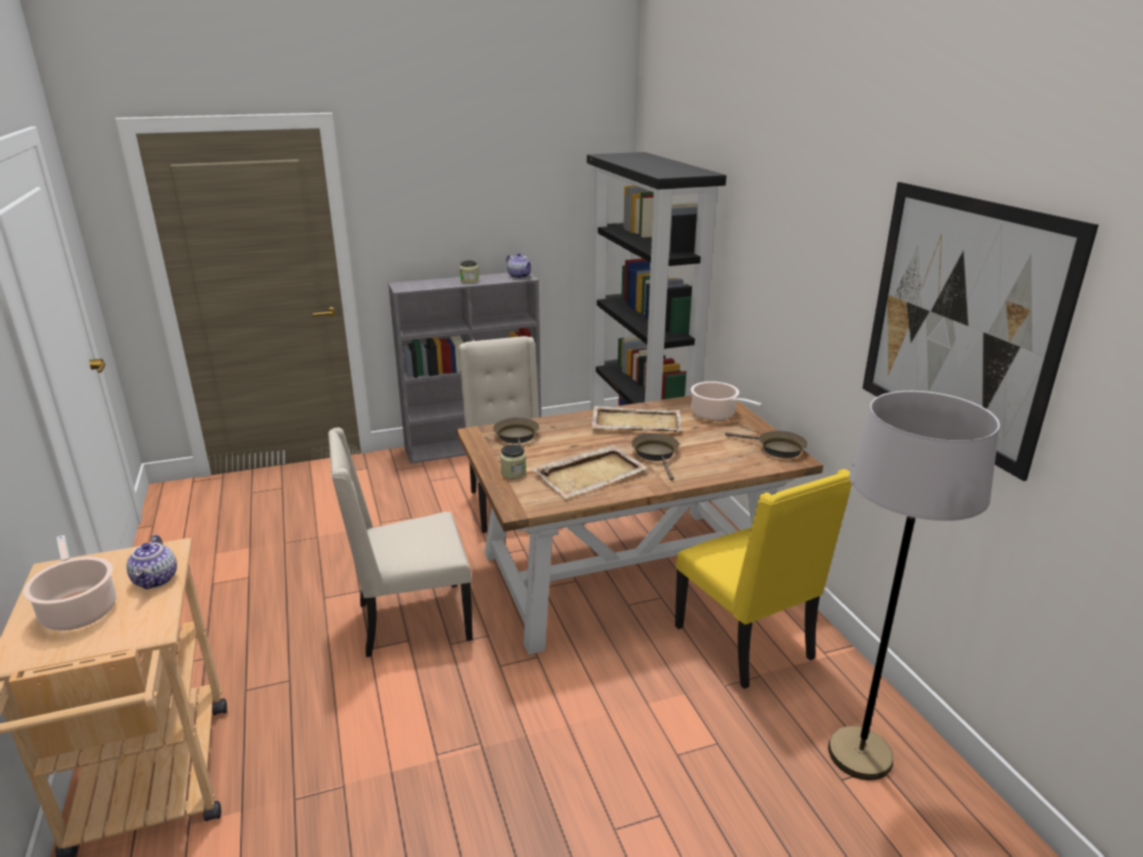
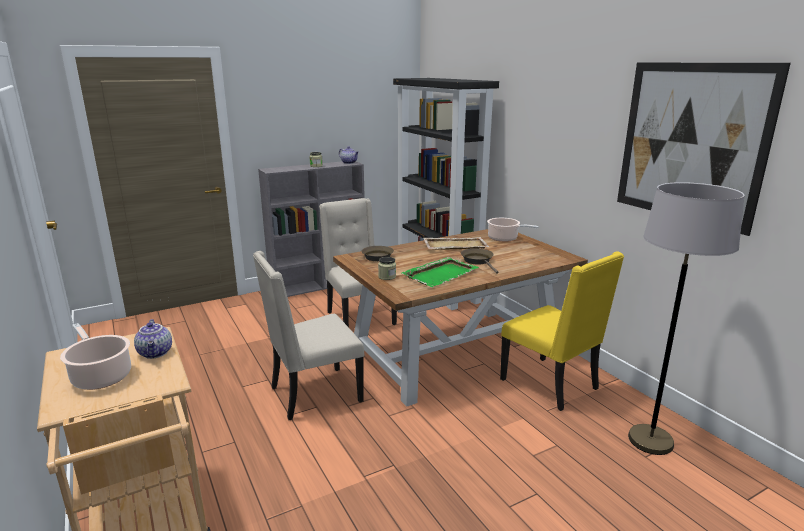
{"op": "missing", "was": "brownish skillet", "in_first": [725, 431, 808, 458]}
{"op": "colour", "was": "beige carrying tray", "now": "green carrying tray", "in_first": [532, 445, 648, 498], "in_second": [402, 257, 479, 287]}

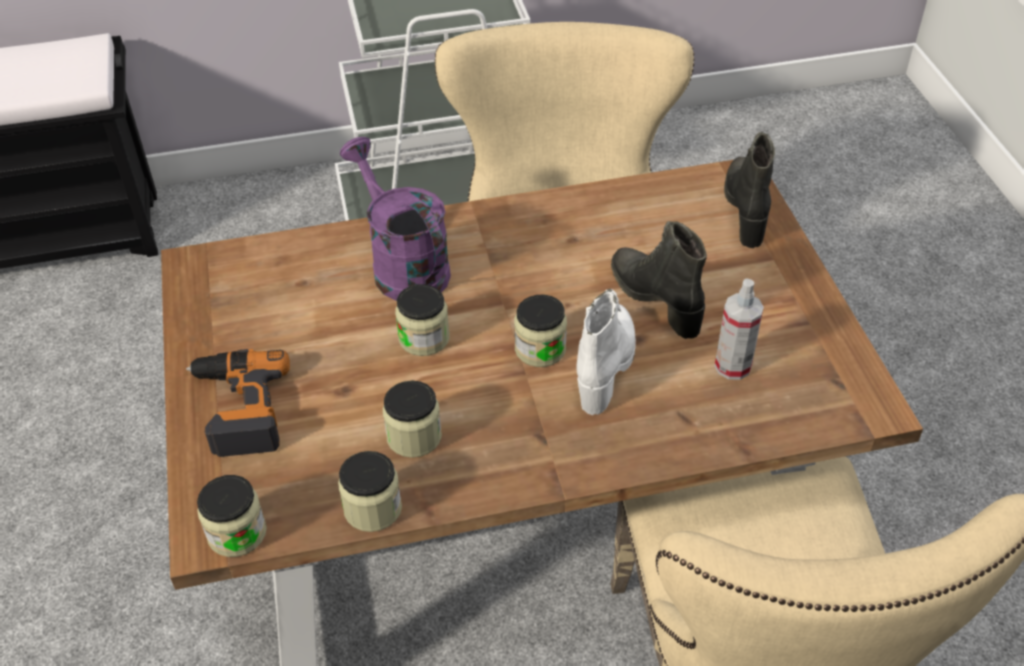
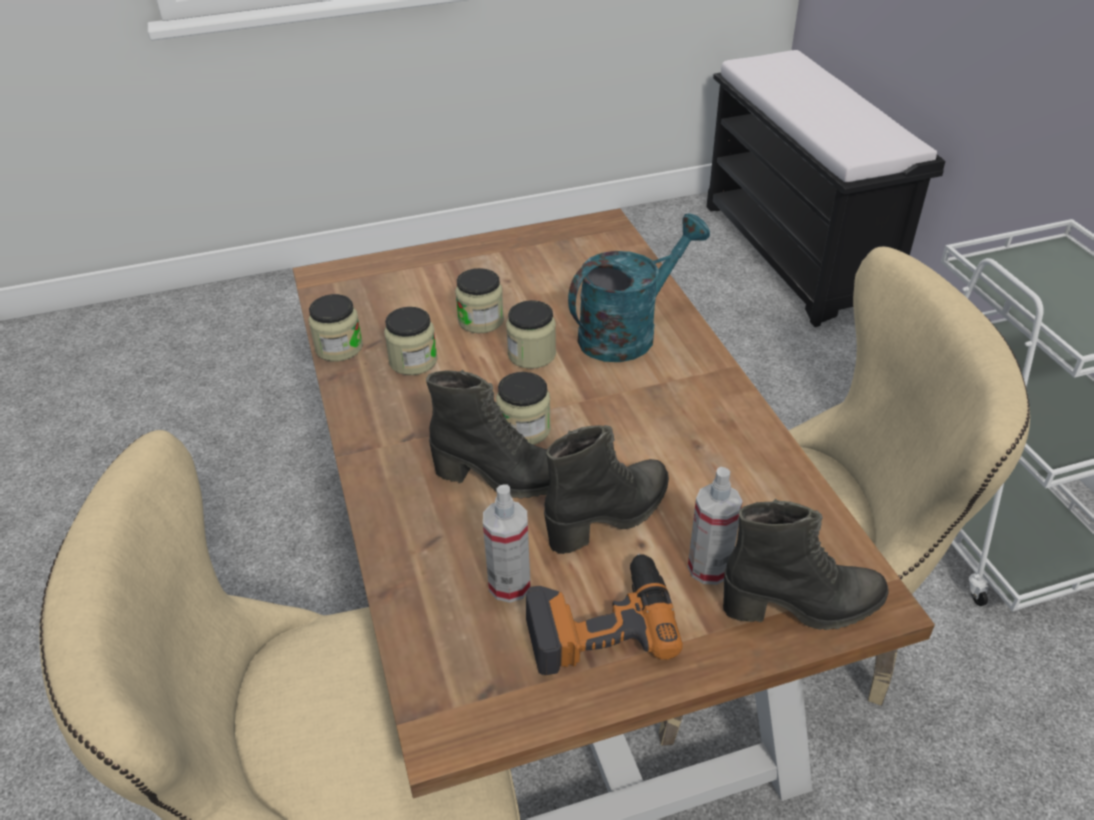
{"op": "appeared", "now": "hand sprayer", "in_second": [688, 467, 742, 585]}
{"op": "relocated", "was": "drill", "in_first": [186, 349, 290, 457], "in_second": [526, 553, 683, 675]}
{"op": "relocated", "was": "storage jar", "in_first": [197, 475, 267, 557], "in_second": [455, 268, 504, 333]}
{"op": "colour", "was": "purple-coloured watering pot", "now": "turquoise watering pot", "in_first": [340, 137, 451, 301], "in_second": [568, 213, 710, 362]}
{"op": "colour", "was": "whitish boot", "now": "black boot", "in_first": [577, 289, 636, 415], "in_second": [426, 370, 550, 499]}

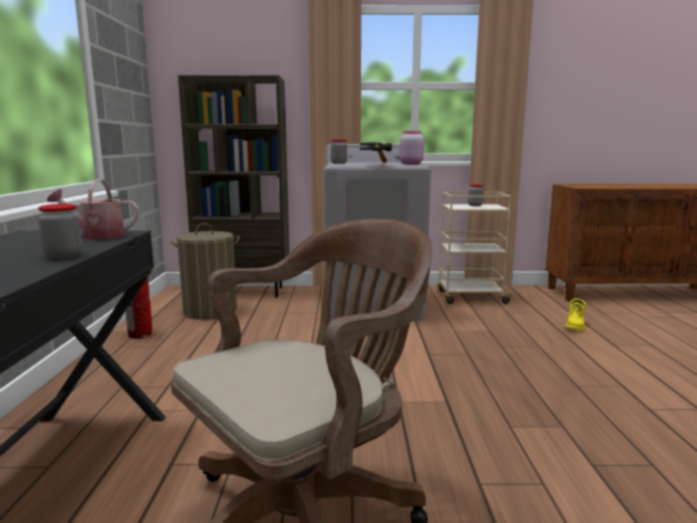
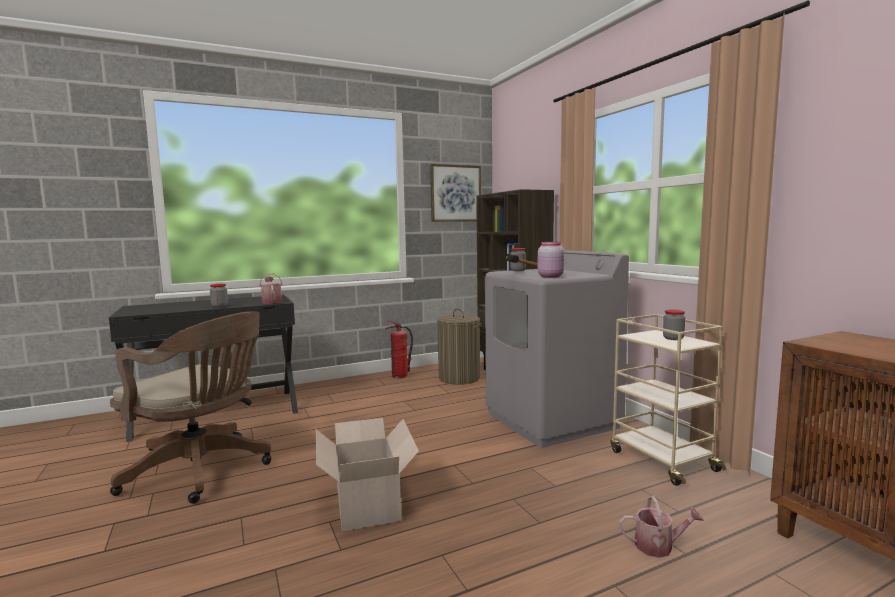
{"op": "appeared", "now": "cardboard box", "in_second": [316, 418, 419, 531]}
{"op": "appeared", "now": "wall picture", "in_second": [430, 164, 481, 222]}
{"op": "exchanged", "was": "yellowish boot", "now": "watering pot", "in_first": [565, 298, 586, 331], "in_second": [619, 496, 704, 558]}

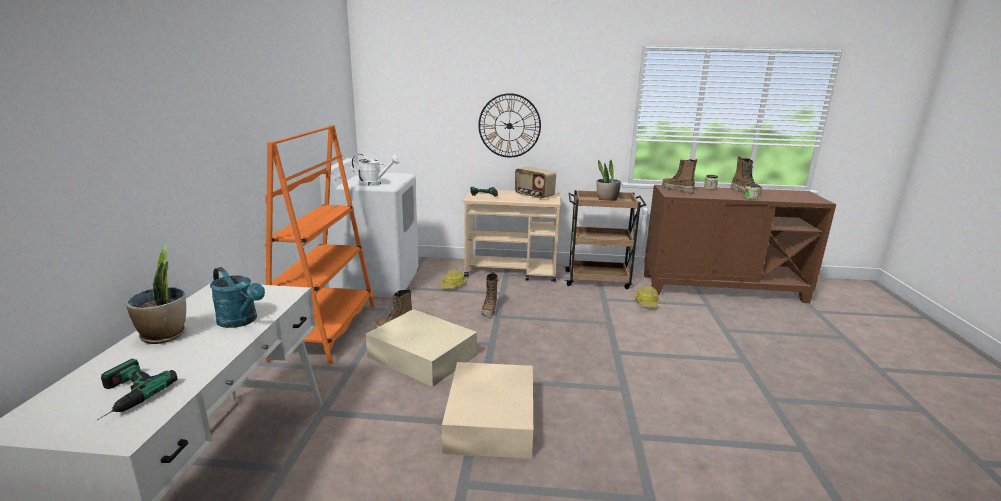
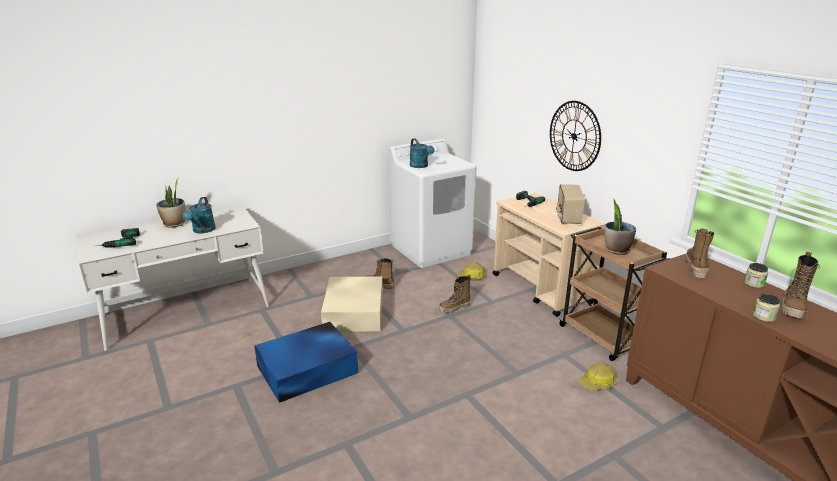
{"op": "missing", "was": "orangey bookcase", "in_first": [265, 125, 375, 364]}
{"op": "colour", "was": "whitish watering pot", "now": "turquoise watering pot", "in_first": [352, 154, 399, 186], "in_second": [410, 139, 434, 168]}
{"op": "colour", "was": "beige storage box", "now": "blue storage box", "in_first": [442, 362, 533, 459], "in_second": [254, 322, 358, 403]}

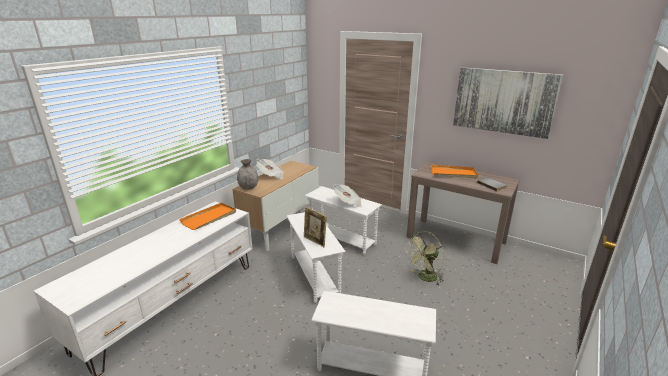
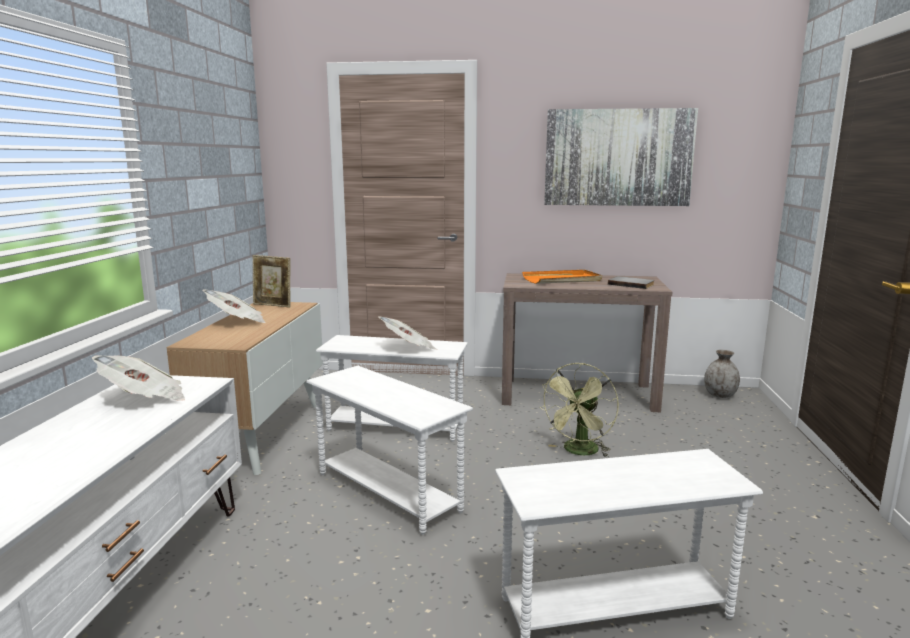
{"op": "relocated", "was": "grey flower vase", "in_first": [237, 159, 258, 190], "in_second": [704, 350, 740, 398]}
{"op": "relocated", "was": "standing frame", "in_first": [304, 207, 327, 247], "in_second": [253, 255, 290, 308]}
{"op": "exchanged", "was": "orangey carrying tray", "now": "printed paper", "in_first": [179, 203, 236, 230], "in_second": [92, 355, 185, 401]}

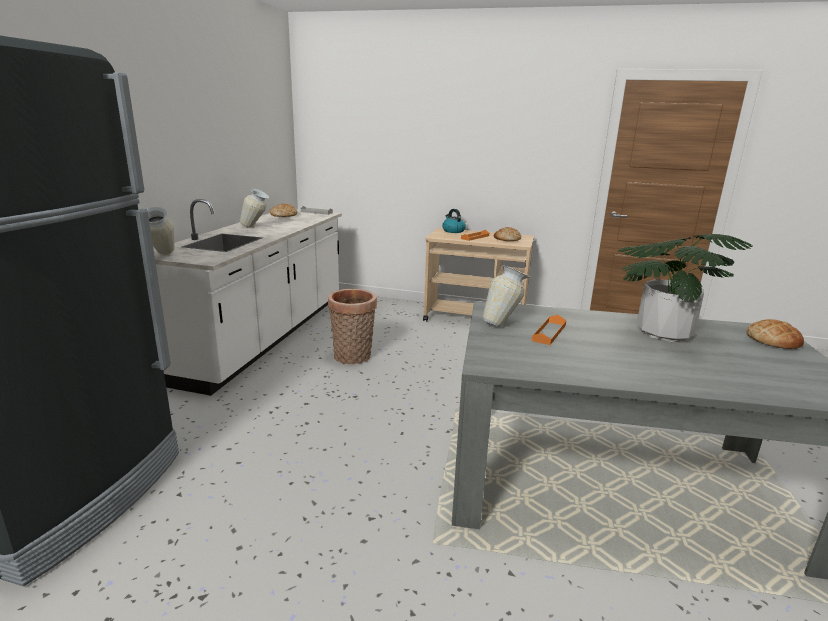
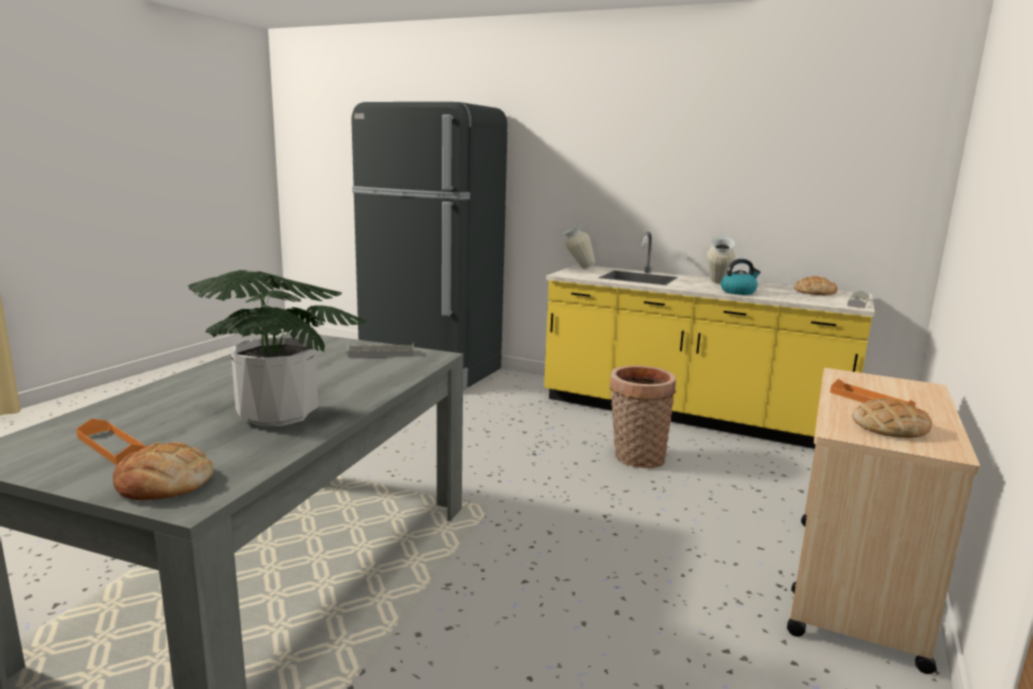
{"op": "relocated", "was": "tea kettle", "in_first": [442, 209, 466, 233], "in_second": [721, 259, 761, 295]}
{"op": "relocated", "was": "orangey carrying tray", "in_first": [532, 315, 566, 345], "in_second": [76, 419, 148, 465]}
{"op": "exchanged", "was": "flower vase", "now": "grey carrying tray", "in_first": [483, 265, 529, 327], "in_second": [347, 343, 414, 357]}
{"op": "colour", "was": "whitish kitchen base unit", "now": "yellowish kitchen base unit", "in_first": [154, 199, 342, 396], "in_second": [544, 232, 875, 449]}

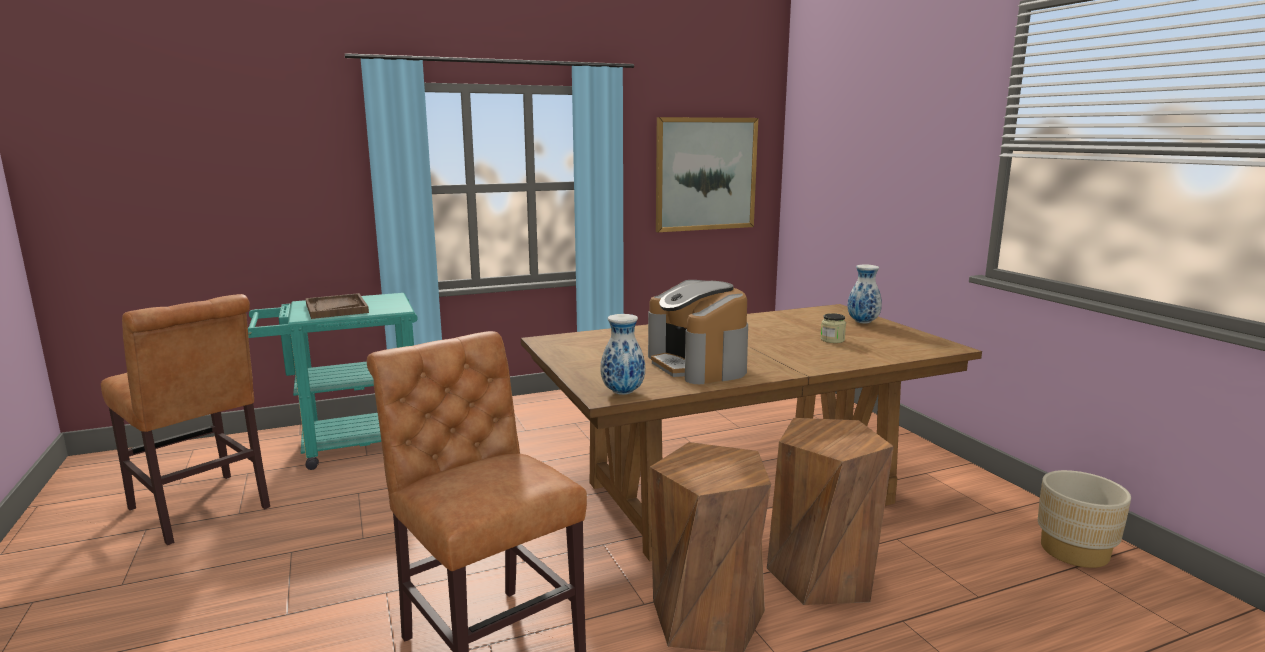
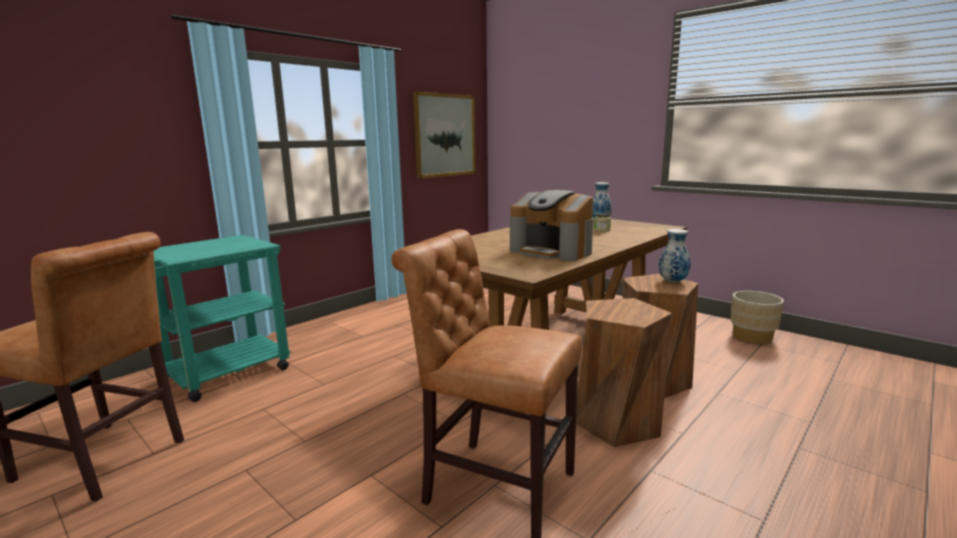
{"op": "missing", "was": "brownish carrying tray", "in_first": [305, 293, 369, 319]}
{"op": "relocated", "was": "flower vase", "in_first": [601, 314, 645, 395], "in_second": [659, 229, 690, 283]}

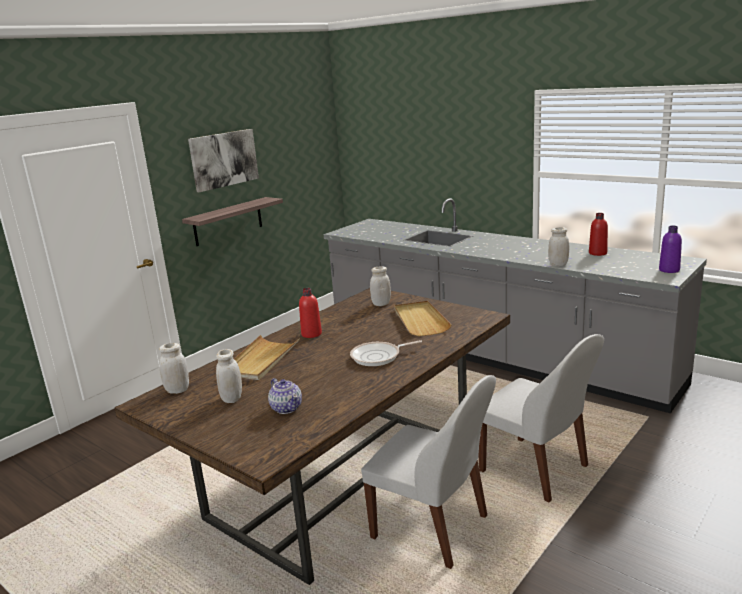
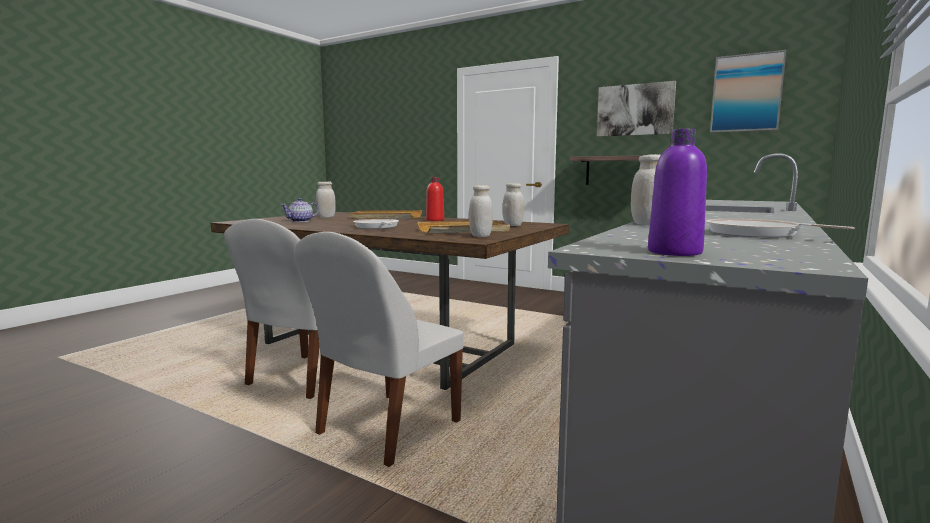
{"op": "appeared", "now": "wall picture", "in_second": [710, 50, 786, 133]}
{"op": "relocated", "was": "whitish storage jar", "in_first": [159, 343, 189, 394], "in_second": [469, 185, 493, 237]}
{"op": "exchanged", "was": "red-coloured beverage bottle", "now": "skillet", "in_first": [589, 213, 608, 256], "in_second": [706, 219, 855, 238]}

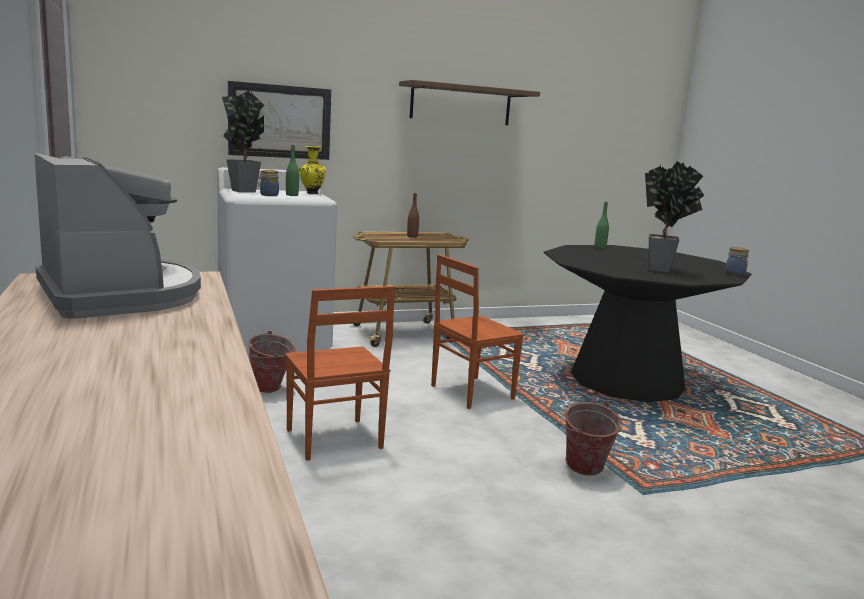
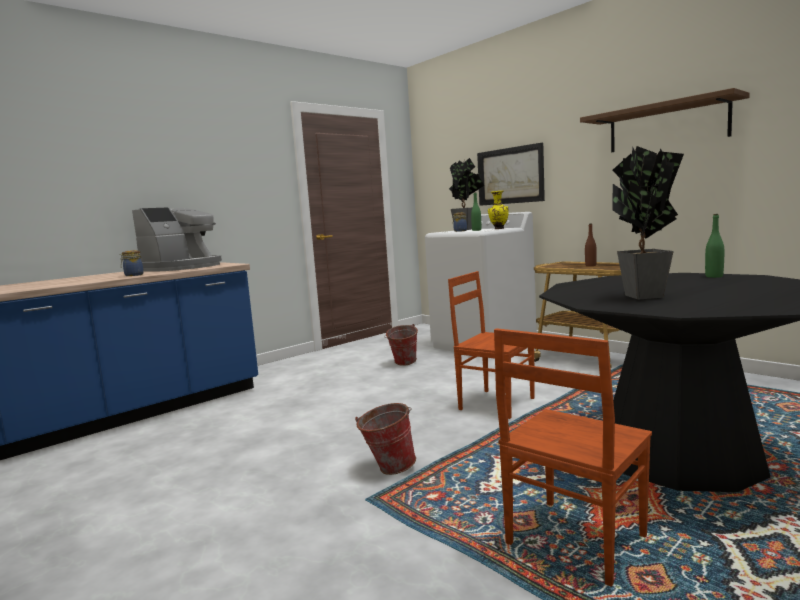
{"op": "relocated", "was": "brownish chair", "in_first": [285, 286, 395, 461], "in_second": [494, 328, 652, 587]}
{"op": "relocated", "was": "storage jar", "in_first": [725, 247, 749, 276], "in_second": [119, 250, 144, 276]}

